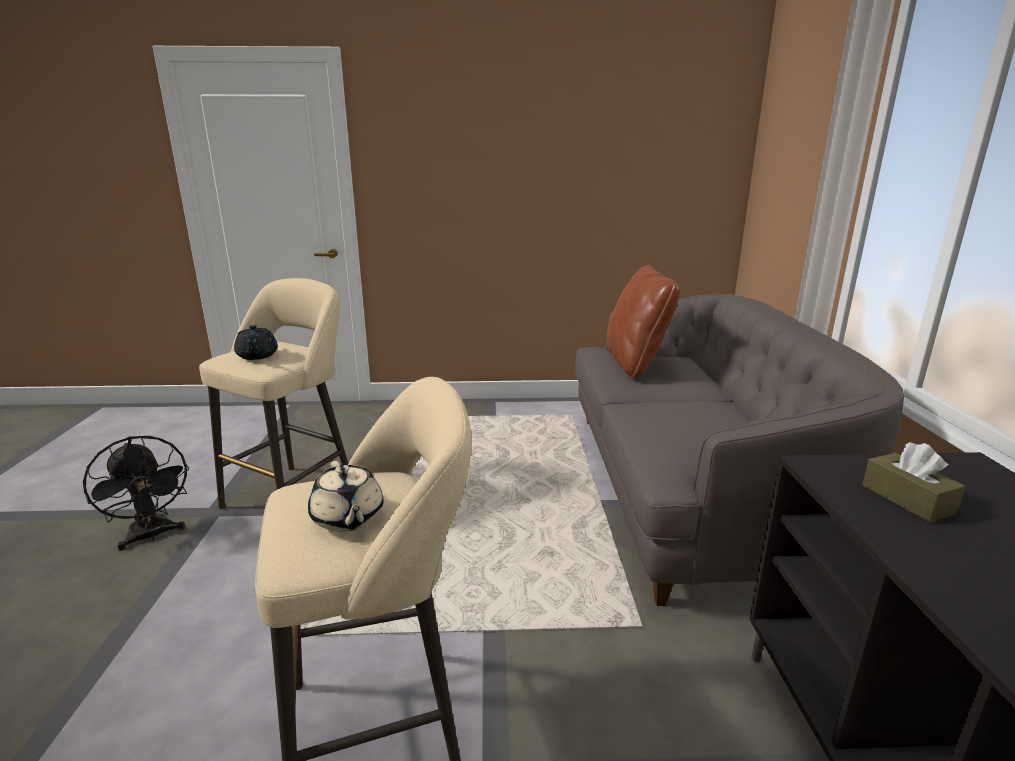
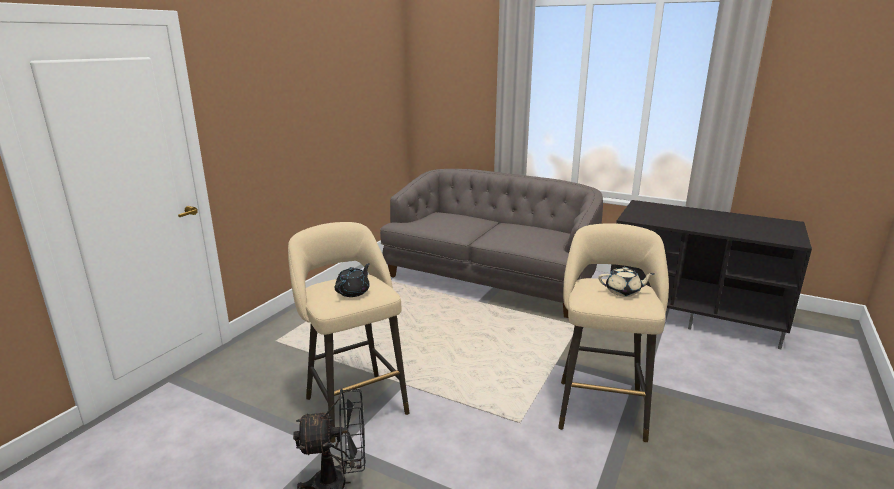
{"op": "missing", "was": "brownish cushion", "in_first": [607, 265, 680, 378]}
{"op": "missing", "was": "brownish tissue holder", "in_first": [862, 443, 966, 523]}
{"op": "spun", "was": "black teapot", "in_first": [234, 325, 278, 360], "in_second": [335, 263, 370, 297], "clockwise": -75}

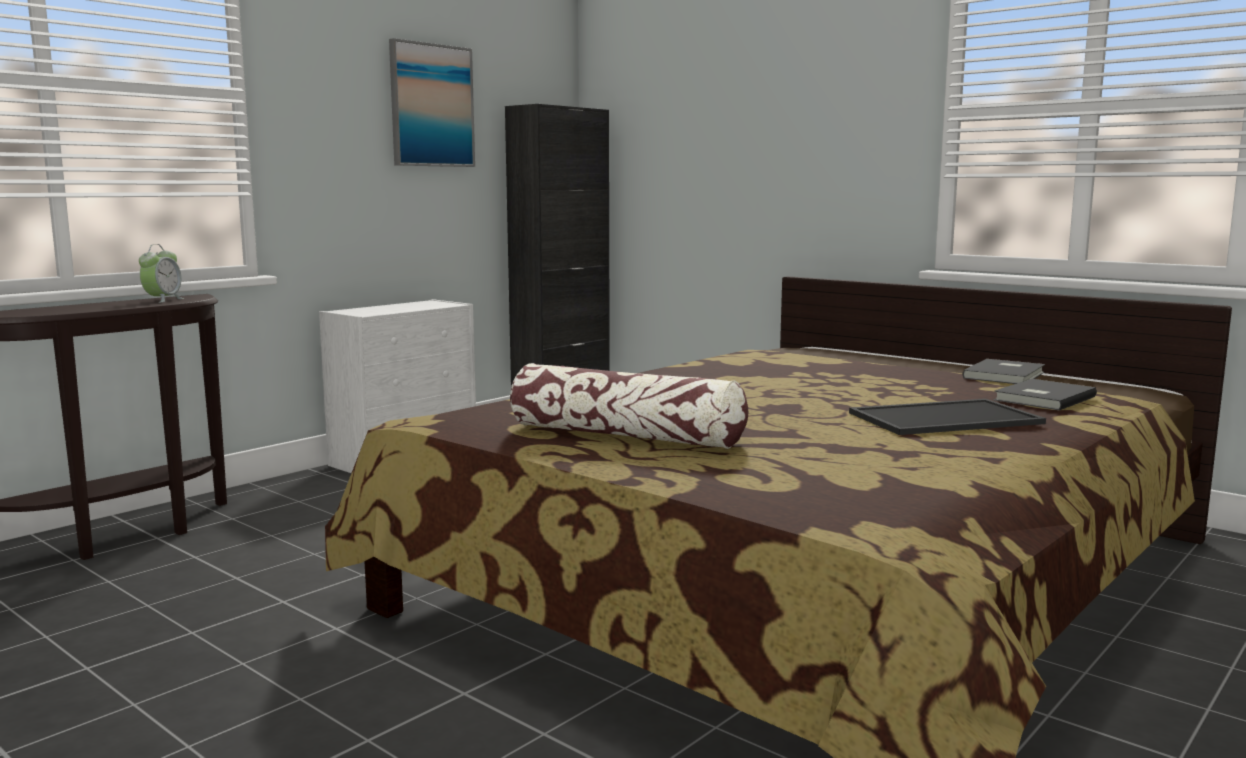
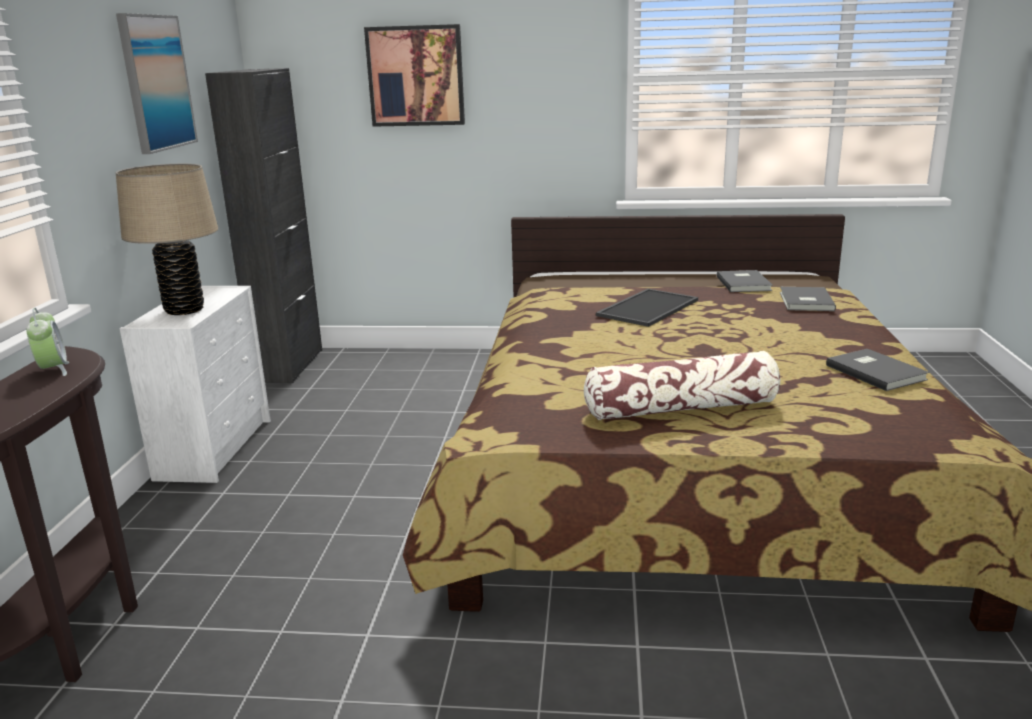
{"op": "appeared", "now": "beige lamp for a table", "in_second": [116, 164, 218, 315]}
{"op": "appeared", "now": "wall picture", "in_second": [364, 24, 465, 127]}
{"op": "appeared", "now": "grey volume", "in_second": [826, 349, 929, 391]}
{"op": "relocated", "was": "carrying tray", "in_first": [849, 399, 1046, 435], "in_second": [596, 289, 698, 327]}

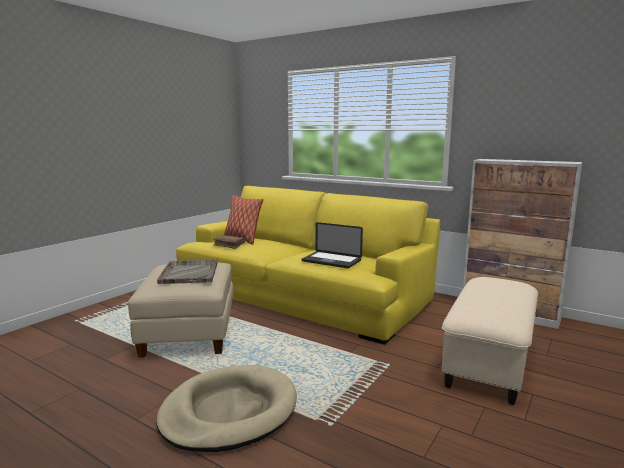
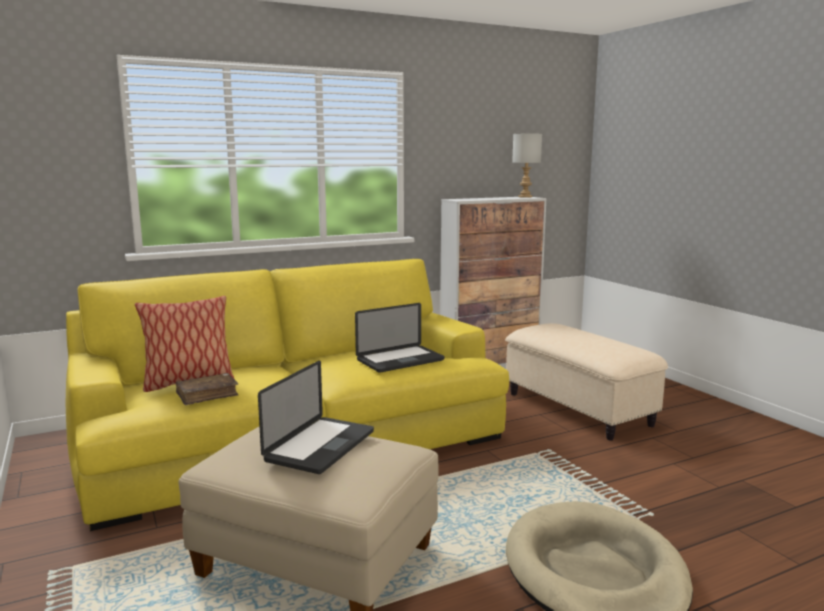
{"op": "appeared", "now": "grey lamp for a table", "in_second": [512, 134, 542, 198]}
{"op": "exchanged", "was": "grey carrying tray", "now": "notebook computer", "in_first": [157, 259, 217, 284], "in_second": [258, 360, 374, 474]}

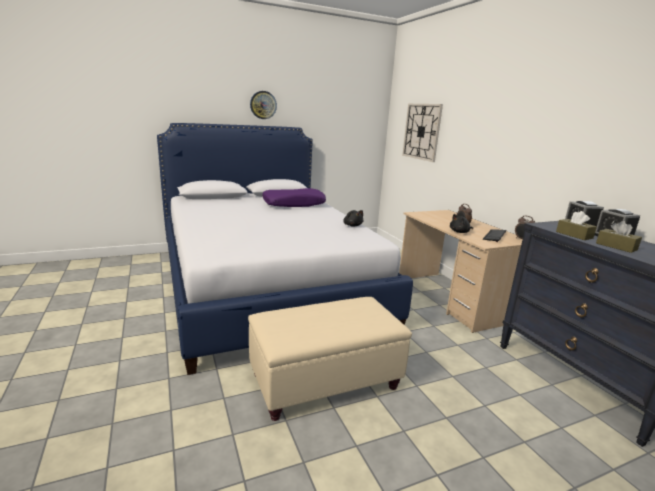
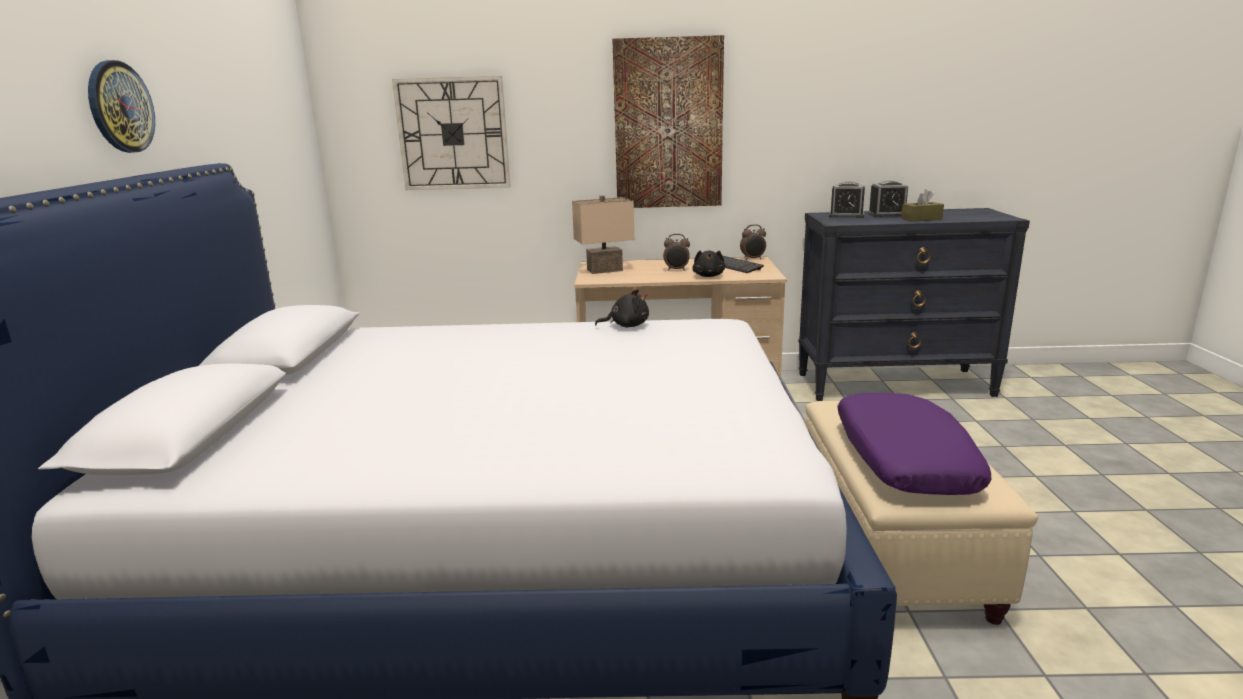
{"op": "missing", "was": "brownish tissue holder", "in_first": [556, 211, 597, 240]}
{"op": "appeared", "now": "beige lamp for a table", "in_second": [572, 195, 634, 274]}
{"op": "appeared", "now": "wall picture", "in_second": [612, 35, 724, 208]}
{"op": "relocated", "was": "purple-coloured cushion", "in_first": [262, 188, 326, 207], "in_second": [837, 393, 991, 495]}

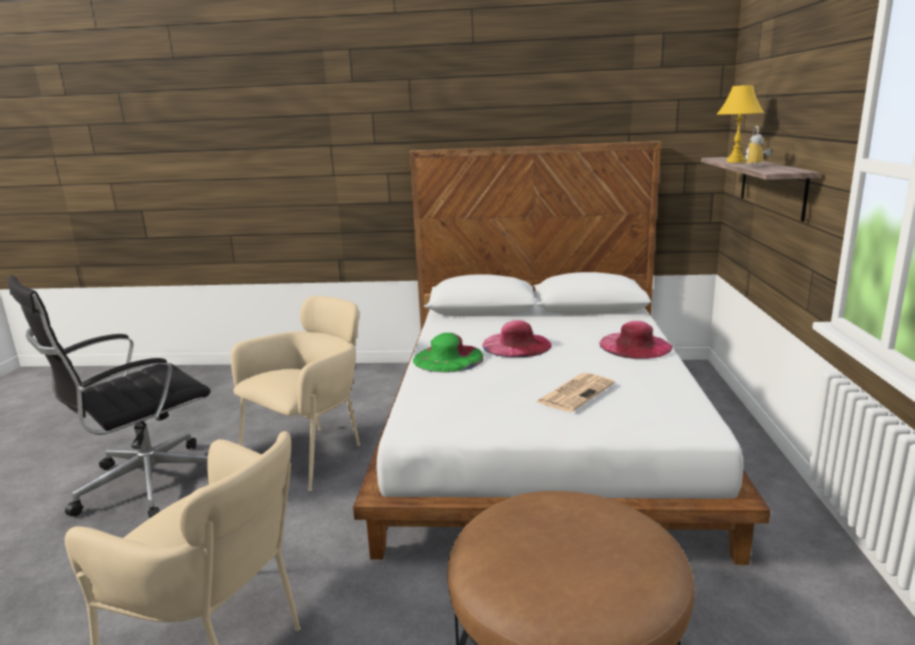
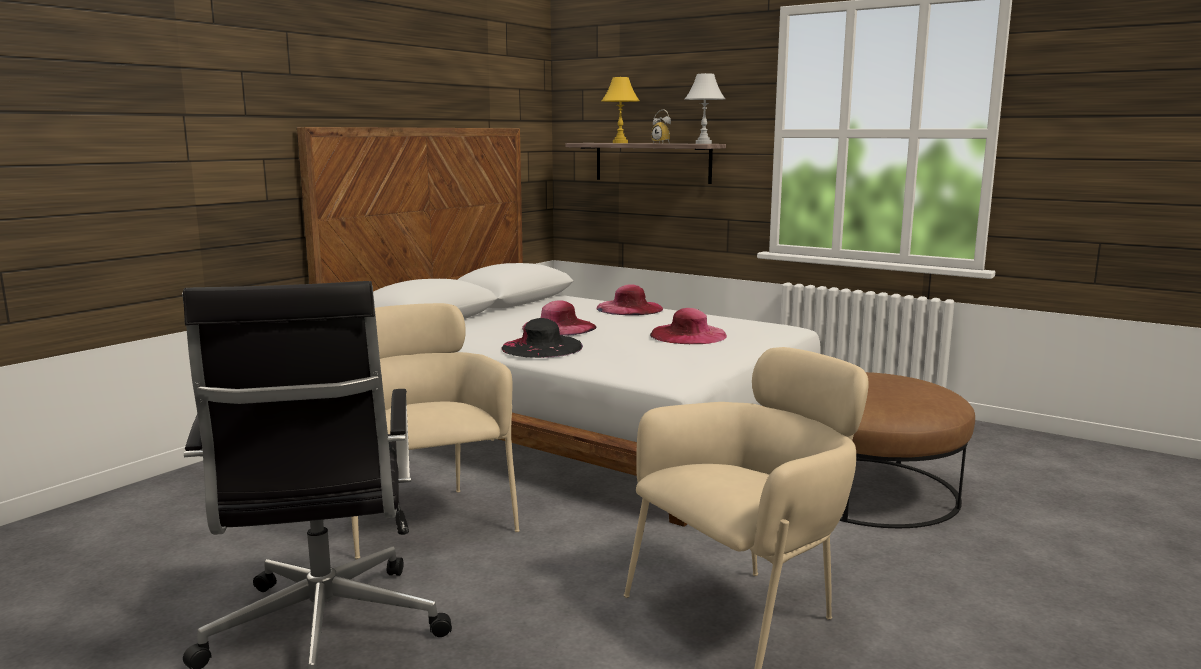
{"op": "appeared", "now": "whitish lamp for a table", "in_second": [685, 73, 725, 144]}
{"op": "exchanged", "was": "printed paper", "now": "pink-coloured hat", "in_first": [536, 373, 615, 412], "in_second": [650, 308, 727, 344]}
{"op": "colour", "was": "green hat", "now": "black hat", "in_first": [413, 333, 483, 372], "in_second": [501, 318, 583, 358]}

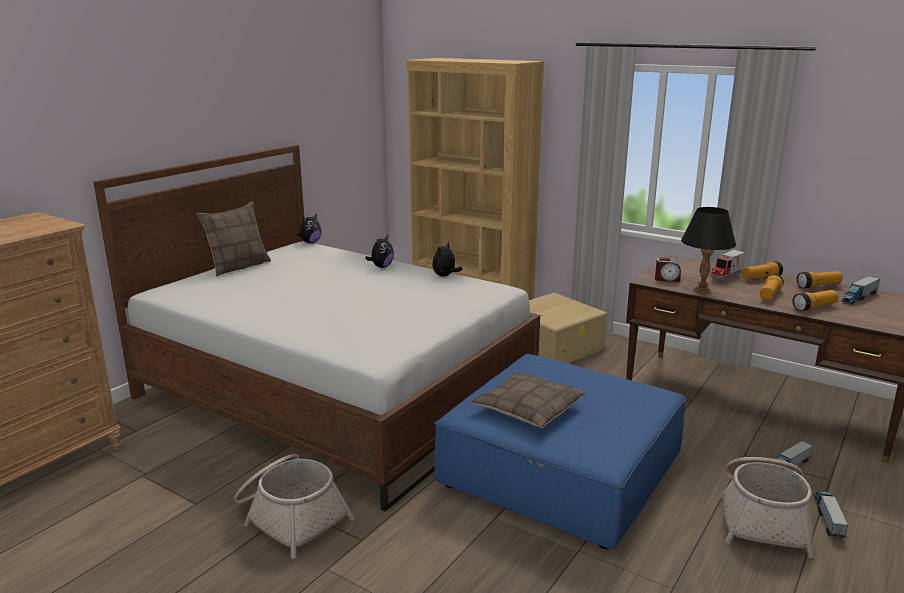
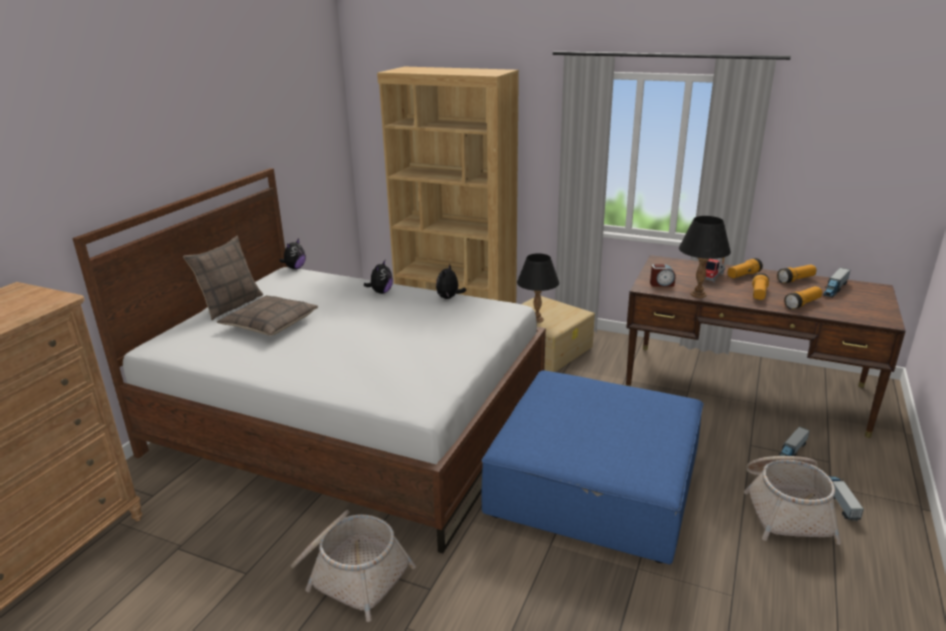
{"op": "appeared", "now": "black lamp for a table", "in_second": [517, 253, 559, 323]}
{"op": "relocated", "was": "cushion", "in_first": [470, 371, 585, 428], "in_second": [217, 295, 318, 336]}

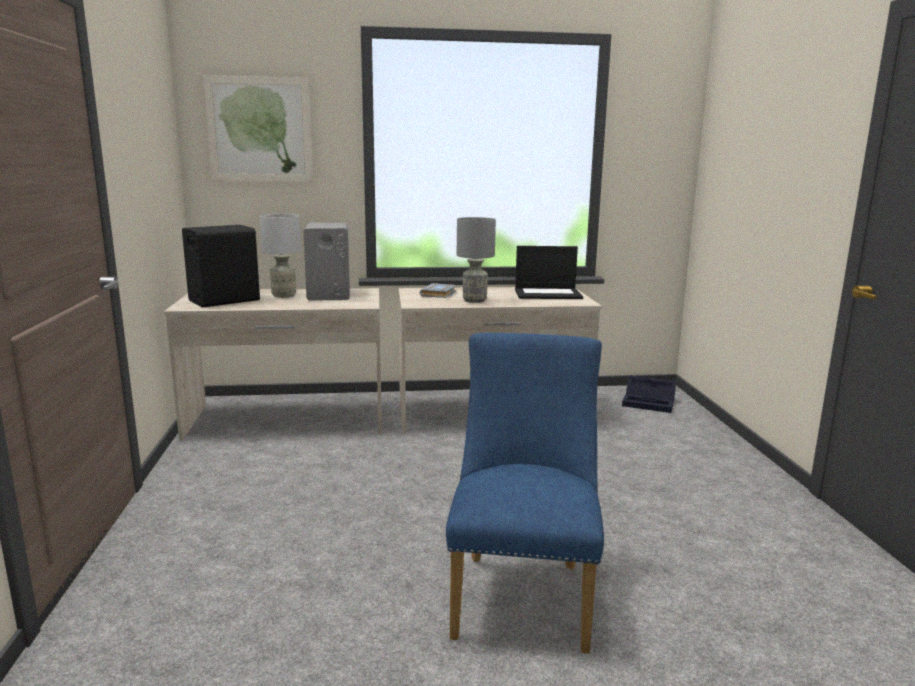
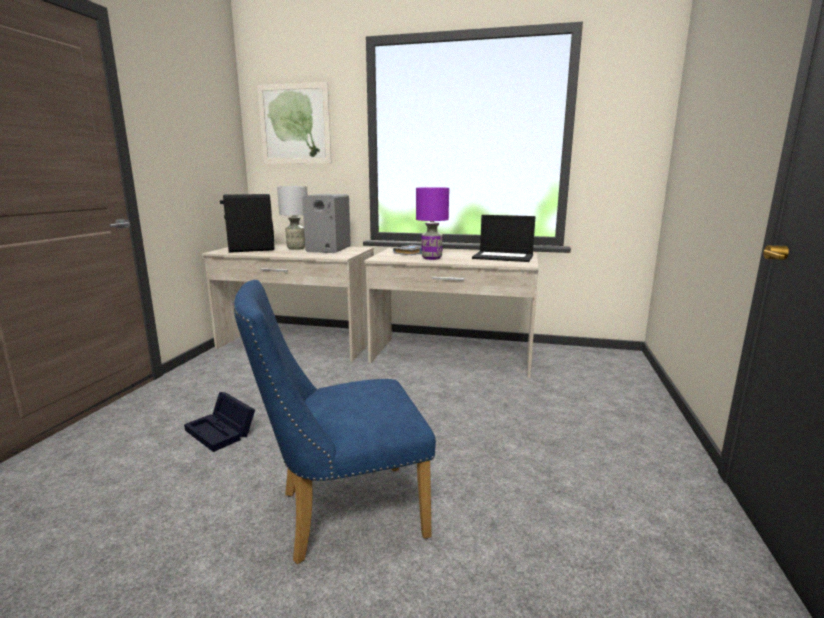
{"op": "relocated", "was": "black storage box", "in_first": [622, 375, 676, 413], "in_second": [184, 392, 255, 452]}
{"op": "colour", "was": "grey lamp for a table", "now": "purple-coloured lamp for a table", "in_first": [457, 217, 496, 303], "in_second": [416, 187, 449, 260]}
{"op": "spun", "was": "blue chair", "in_first": [446, 333, 604, 654], "in_second": [234, 280, 436, 564], "clockwise": -135}

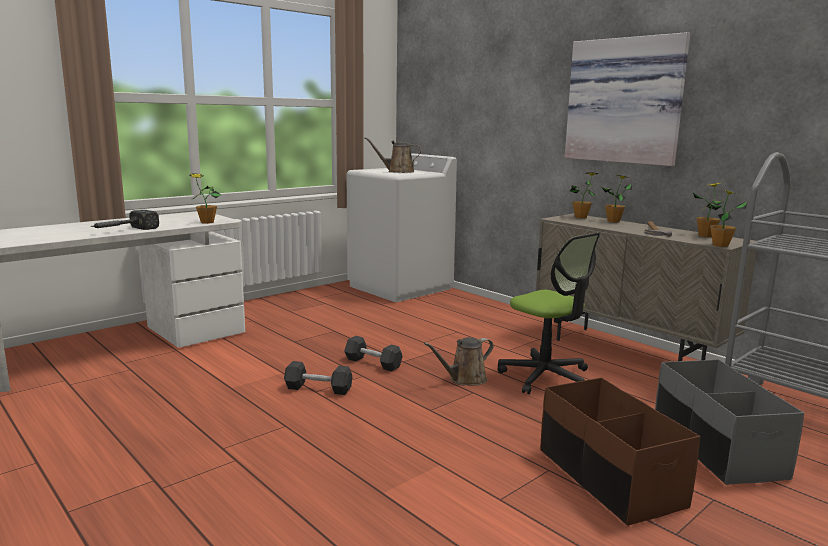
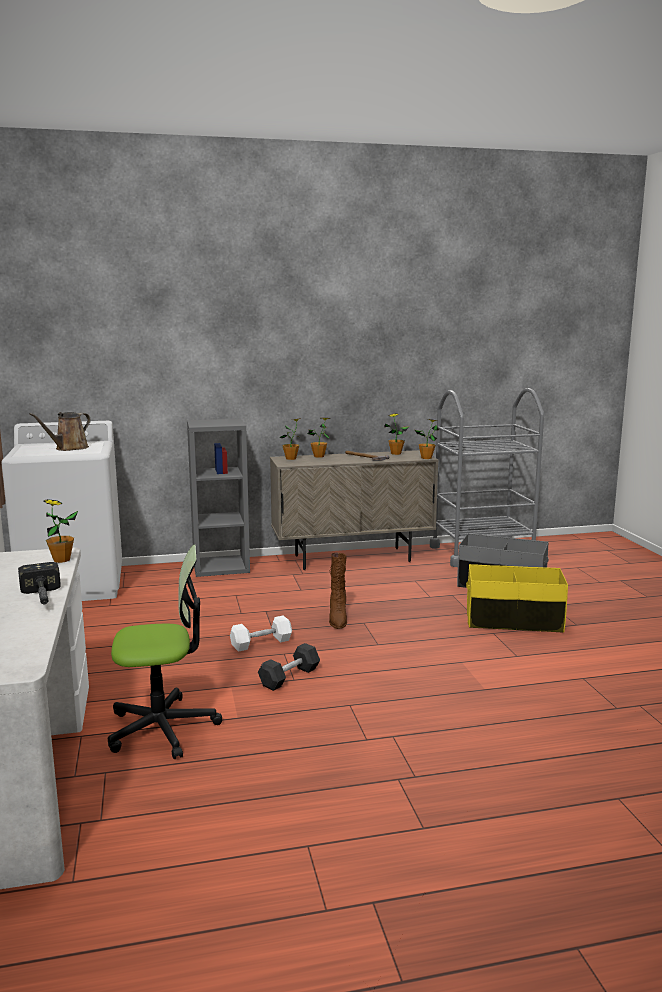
{"op": "missing", "was": "wall picture", "in_first": [565, 32, 690, 166]}
{"op": "appeared", "now": "grey bookcase", "in_second": [187, 419, 250, 577]}
{"op": "relocated", "was": "desk chair", "in_first": [498, 232, 600, 394], "in_second": [108, 544, 222, 759]}
{"op": "exchanged", "was": "brownish watering pot", "now": "brownish boot", "in_first": [424, 337, 493, 385], "in_second": [329, 553, 347, 629]}
{"op": "colour", "was": "black hand weight", "now": "whitish hand weight", "in_first": [344, 336, 403, 372], "in_second": [230, 615, 292, 652]}
{"op": "colour", "was": "brownish storage box", "now": "yellowish storage box", "in_first": [540, 378, 700, 526], "in_second": [466, 564, 568, 633]}

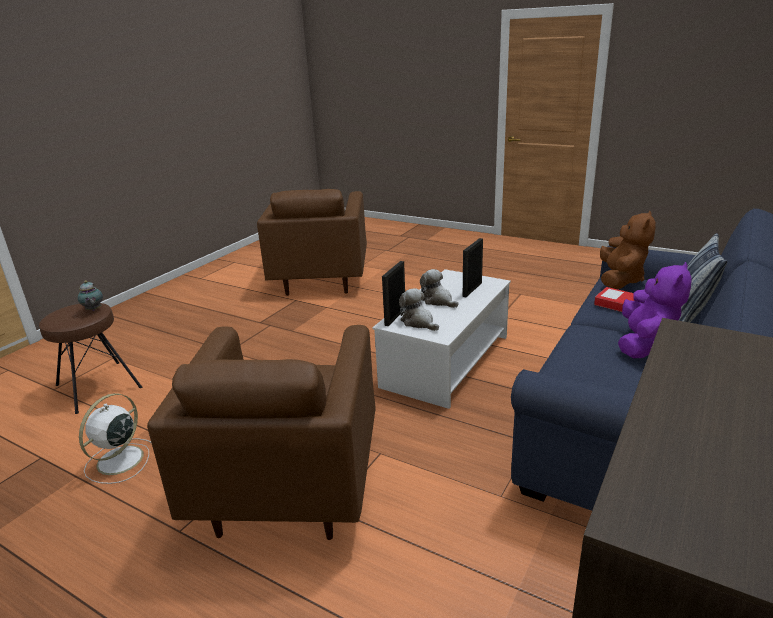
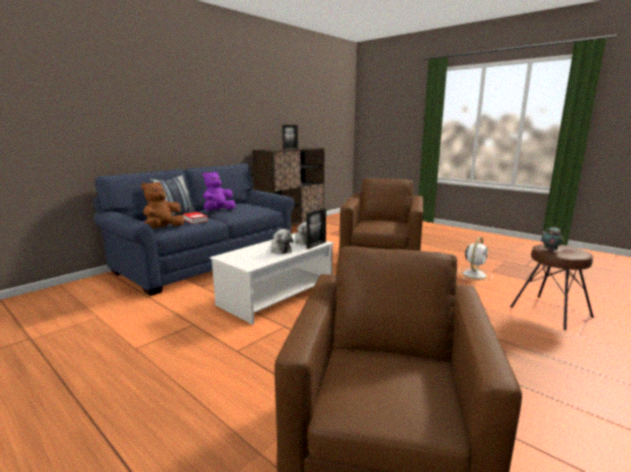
{"op": "relocated", "was": "standing frame", "in_first": [463, 238, 483, 297], "in_second": [282, 125, 298, 150]}

